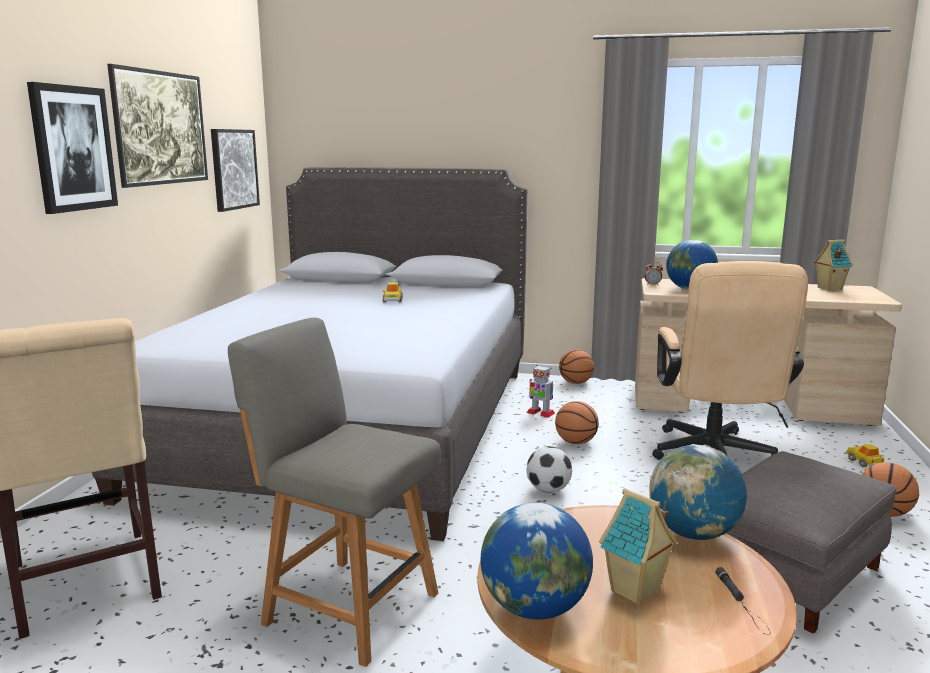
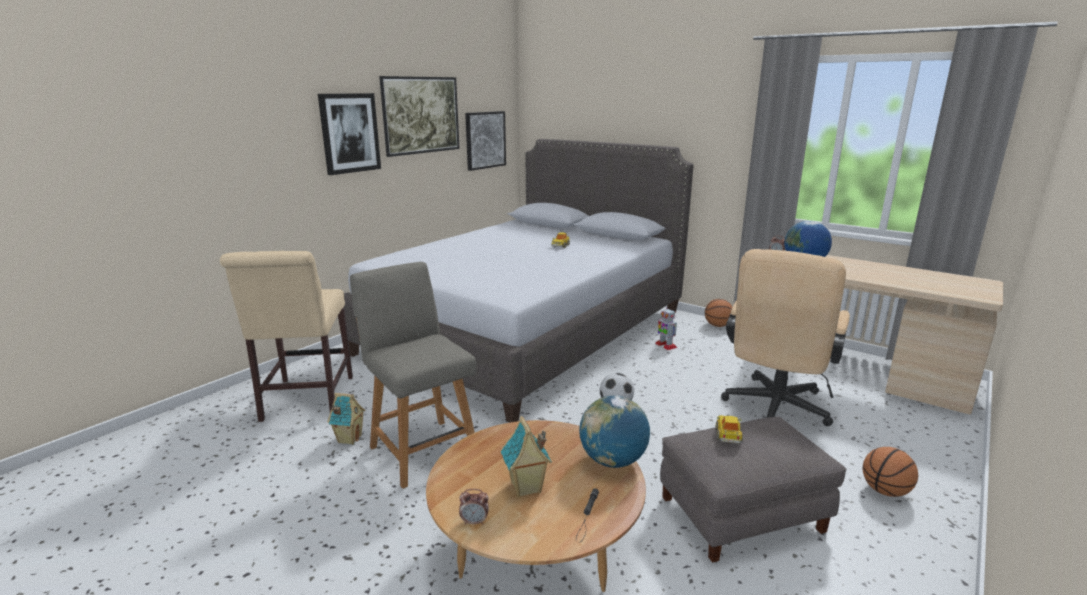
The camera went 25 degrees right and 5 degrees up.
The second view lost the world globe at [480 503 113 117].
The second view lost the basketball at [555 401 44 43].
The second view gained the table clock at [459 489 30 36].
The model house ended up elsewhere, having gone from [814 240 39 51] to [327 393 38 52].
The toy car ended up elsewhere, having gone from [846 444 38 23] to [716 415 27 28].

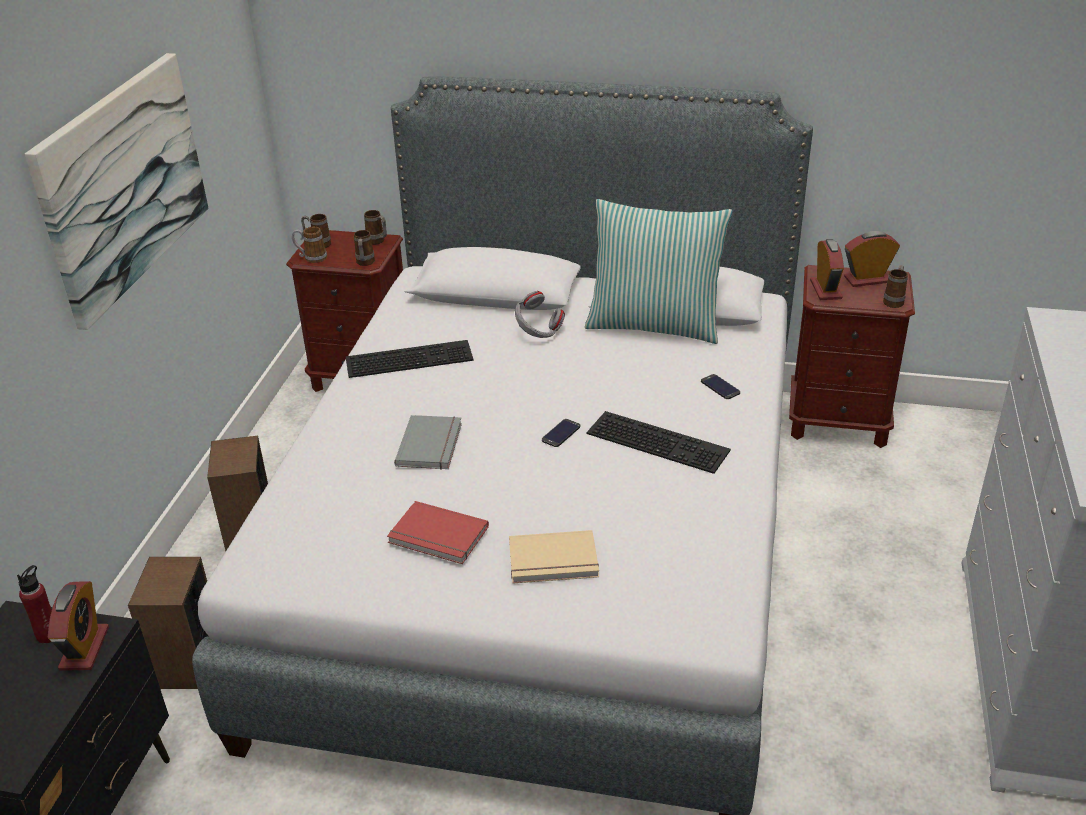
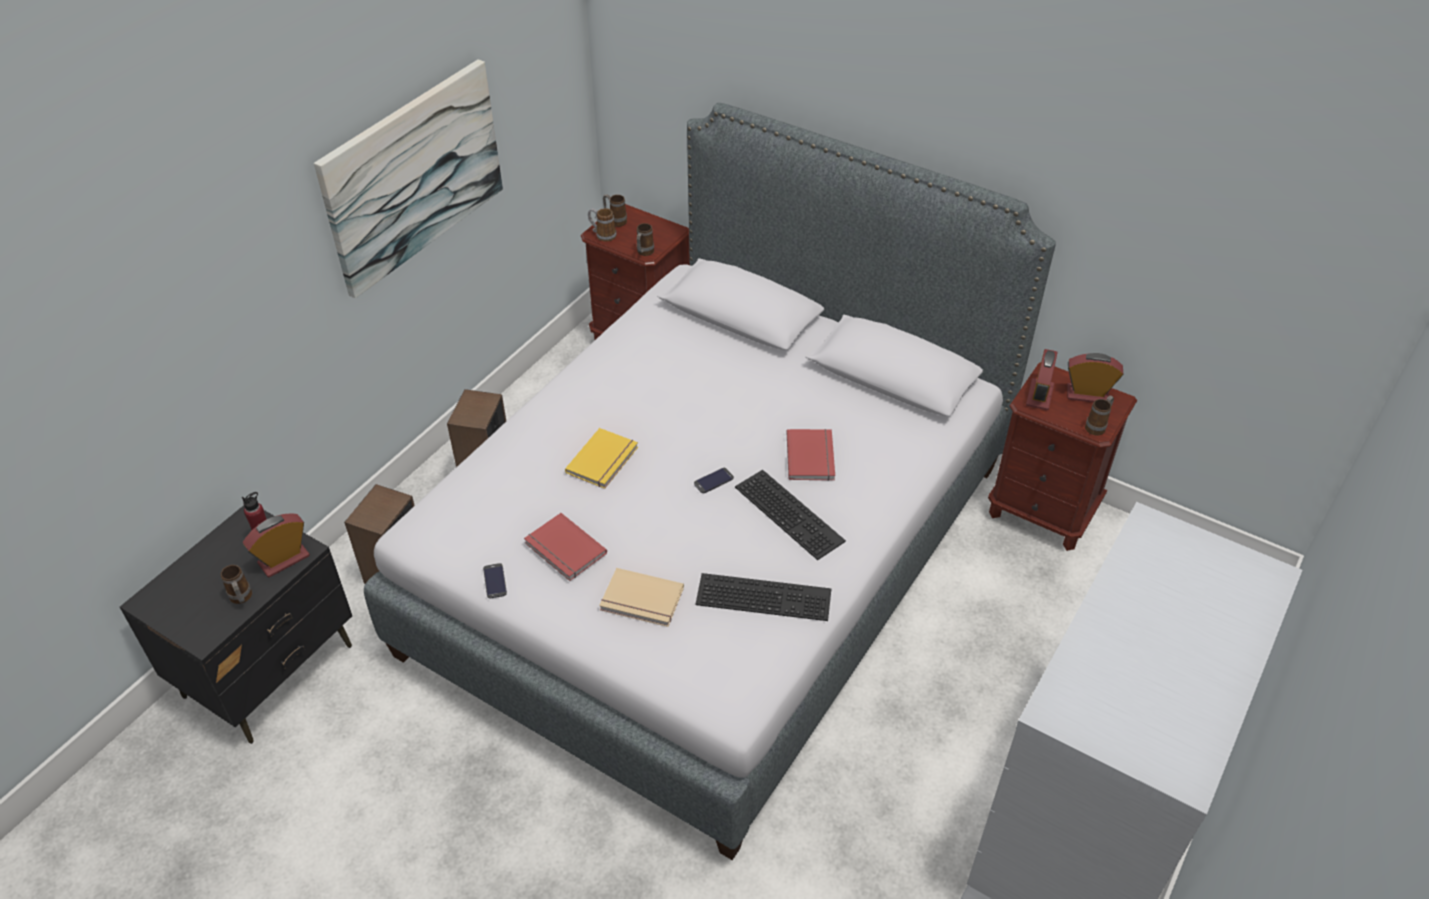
The camera went 20 degrees right and 10 degrees up.
The second view lost the headphones/greyish at [515 291 50 47].
The second view lost the pillow at [585 199 147 145].
The second view gained the book/red-coloured at [787 429 48 52].
The PC keyboard ended up elsewhere, having gone from [345 340 129 38] to [696 573 136 48].
The tea mug ended up elsewhere, having gone from [364 210 23 35] to [221 565 31 39].
The handset ended up elsewhere, having gone from [701 374 39 25] to [483 563 24 35].
What was the book/greyish at [394 415 68 55] turned into the book/yellow at [565 428 73 61].
The table clock at [48 581 61 90] ended up facing another way, 150 degrees counterclockwise from before.

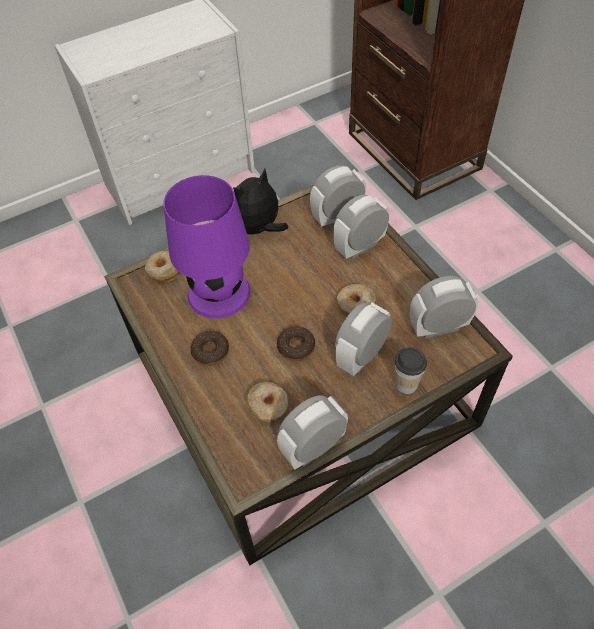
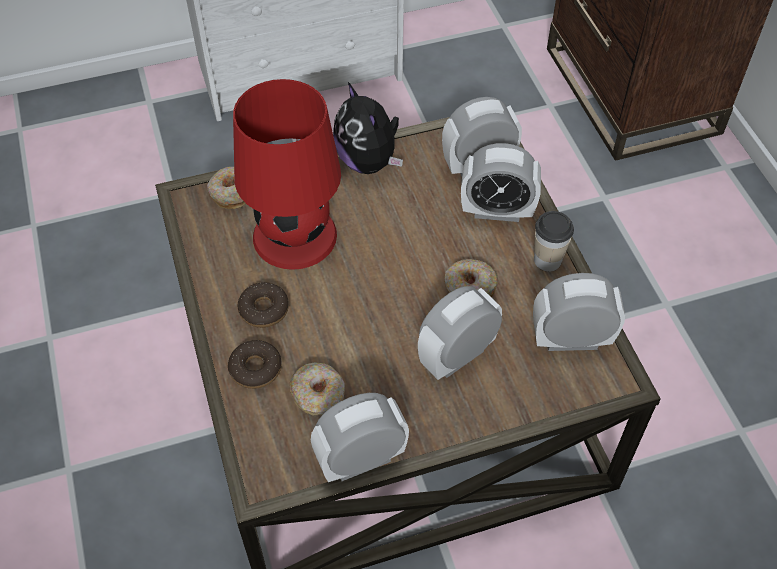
The camera went 10 degrees right and 0 degrees up.
The doughnut ended up elsewhere, having gone from [277 326 38 35] to [228 340 54 49].
The small cup ended up elsewhere, having gone from [395 347 32 47] to [534 211 40 61].
What was the tabletop lamp/purple-coloured at [163 175 87 144] turned into the tabletop lamp/red-coloured at [233 79 108 191].
The plush toy at [233 168 55 67] ended up facing another way, 90 degrees counterclockwise from before.
The table clock at [333 195 56 64] ended up facing another way, 150 degrees counterclockwise from before.

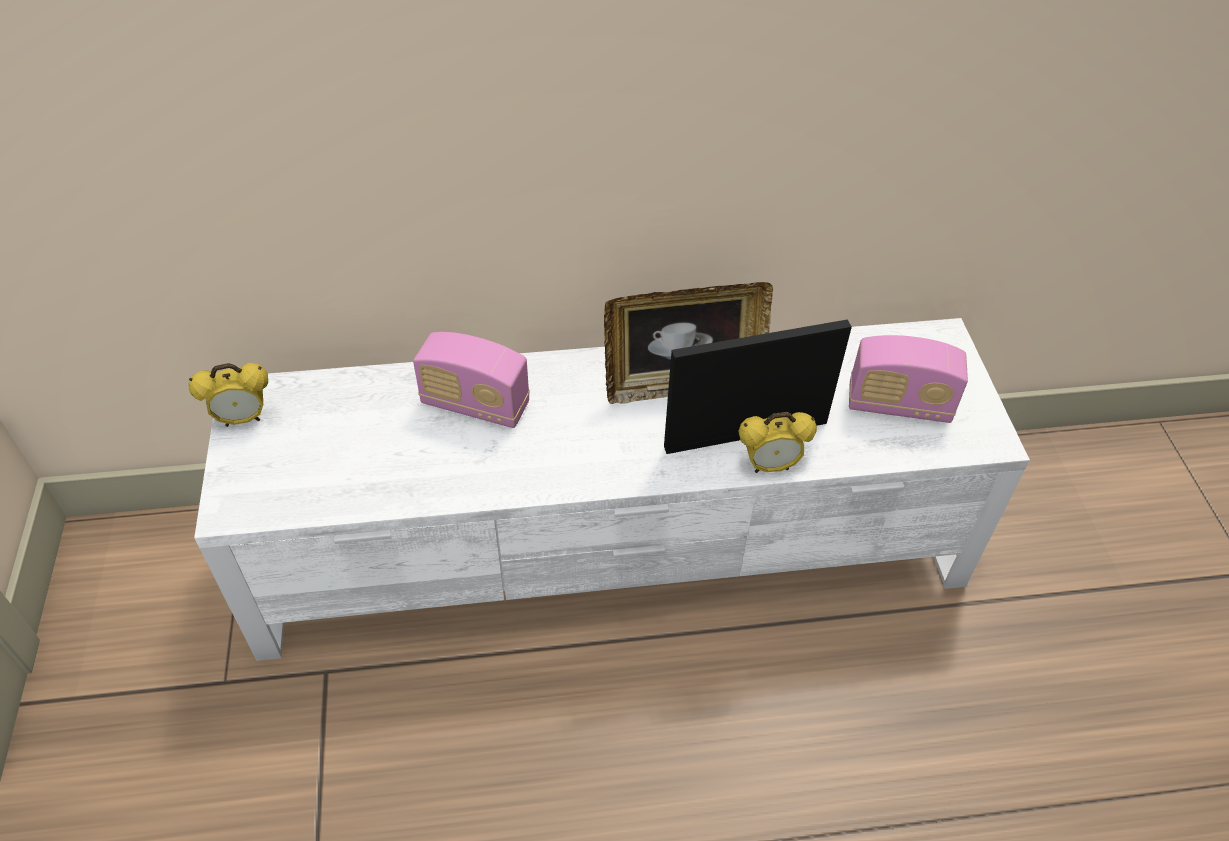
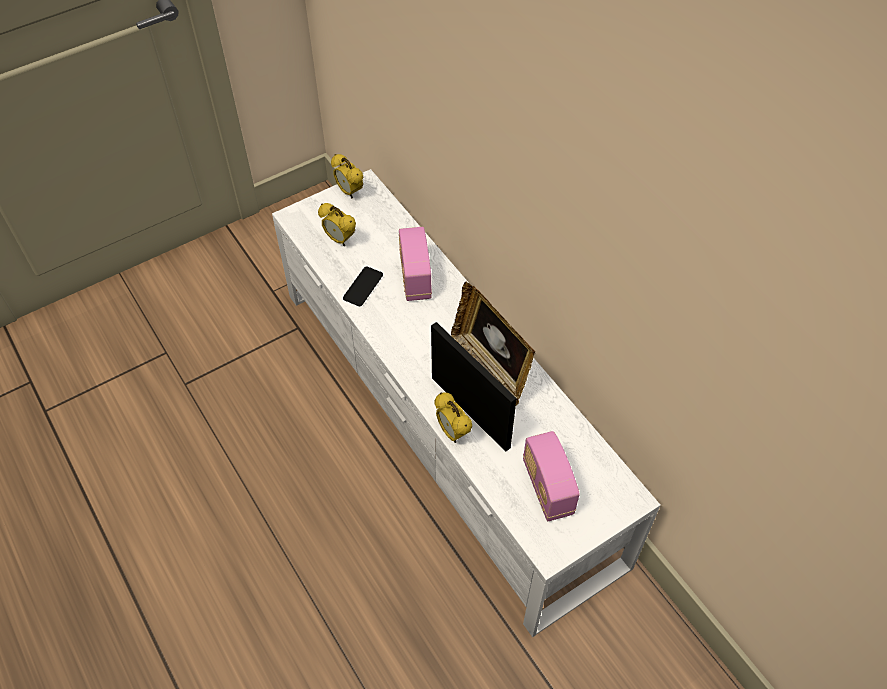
The camera went 65 degrees right and 5 degrees up.
The second view gained the table clock at [318 203 38 43].
The second view gained the handset at [343 266 40 40].

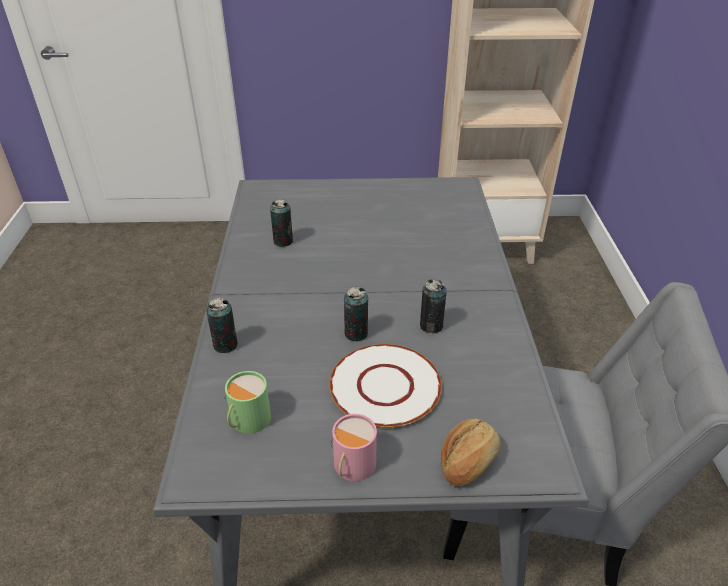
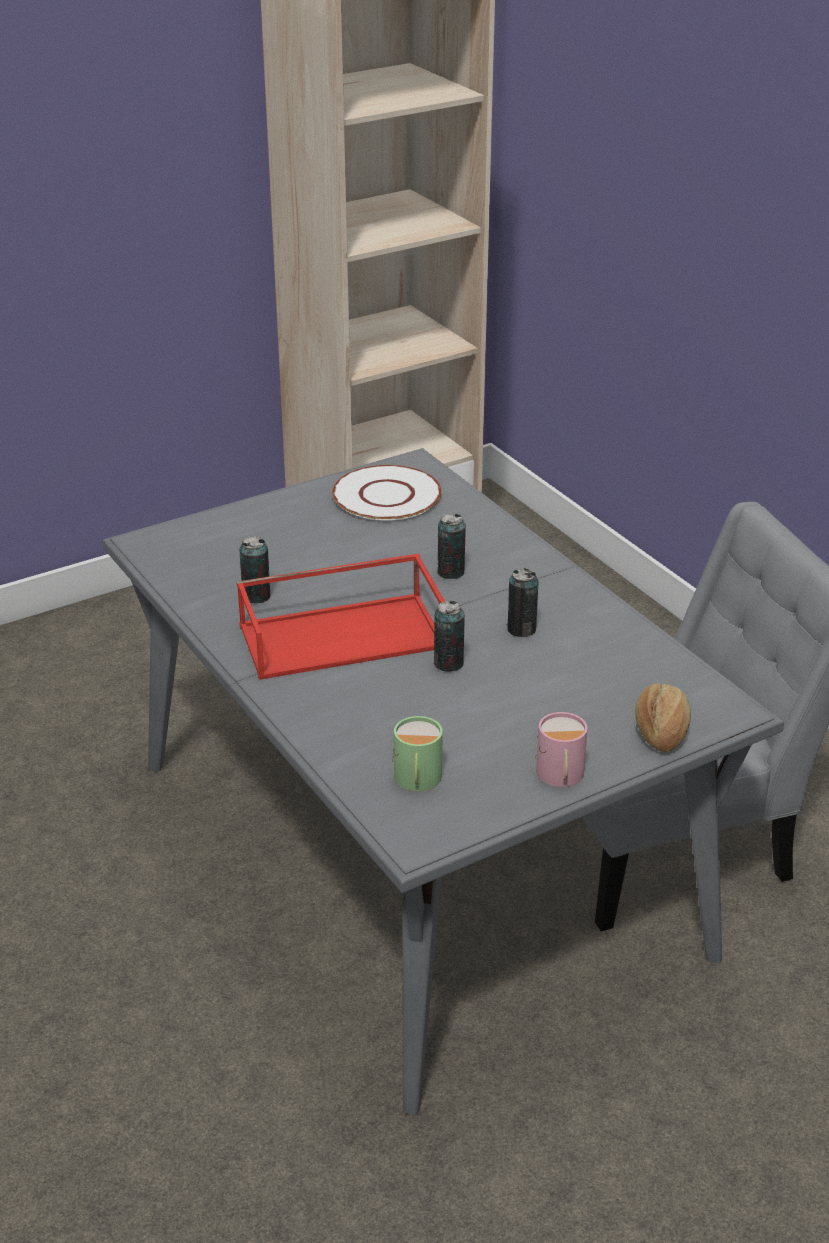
The camera went 30 degrees left and 5 degrees down.
The second view gained the tray/red-coloured at [237 554 208 126].
The sealed can ended up elsewhere, having gone from [206 298 32 55] to [437 514 29 65].
The dinner plate/whitish ended up elsewhere, having gone from [329 344 113 83] to [332 465 110 56].

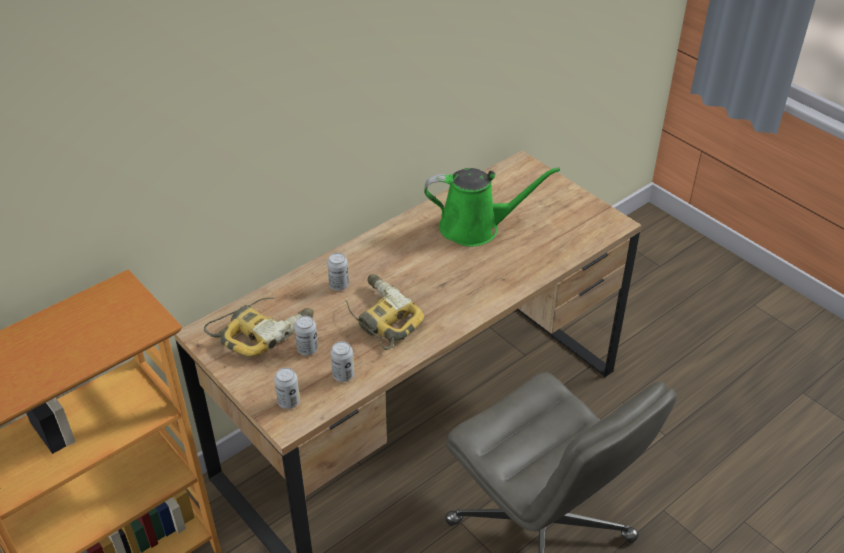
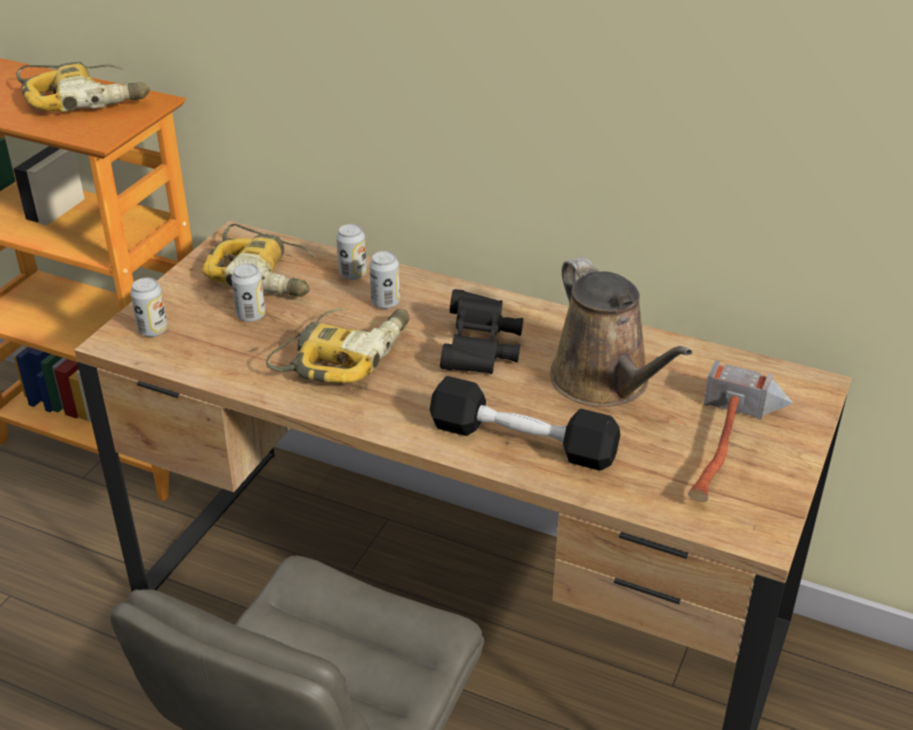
The camera went 65 degrees right and 5 degrees down.
The second view gained the drill at [16 62 134 50].
The second view gained the dumbbell/black-coloured at [430 376 190 95].
The second view gained the binoculars/black-coloured at [440 289 83 85].
The second view gained the hand hammer at [688 360 105 142].
The sealed can ended up elsewhere, having gone from [331 341 23 41] to [336 224 31 56].
What was the watering can/green at [424 167 136 80] turned into the watering can/brown-coloured at [550 257 142 150].

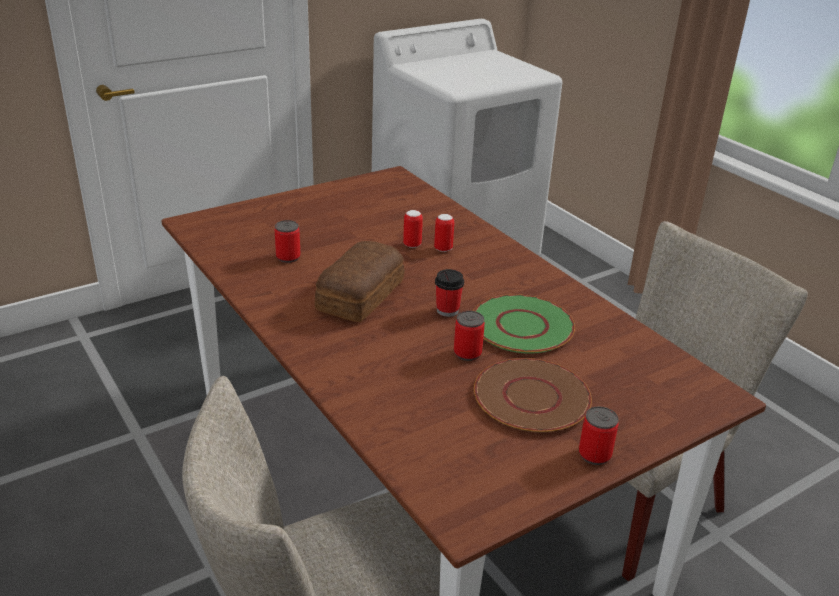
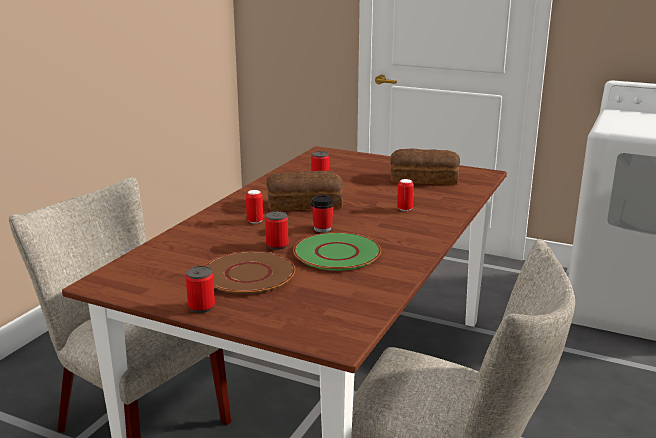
The camera went 60 degrees right and 10 degrees down.
The second view gained the bakery bread at [390 149 70 36].
The sealed can ended up elsewhere, having gone from [403 210 20 38] to [246 190 17 34].

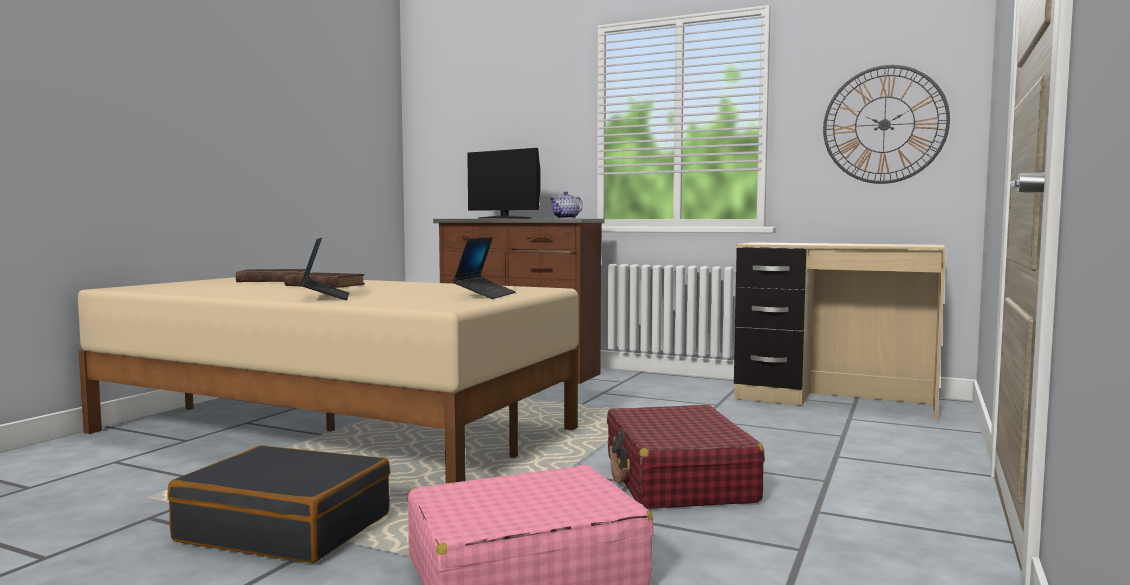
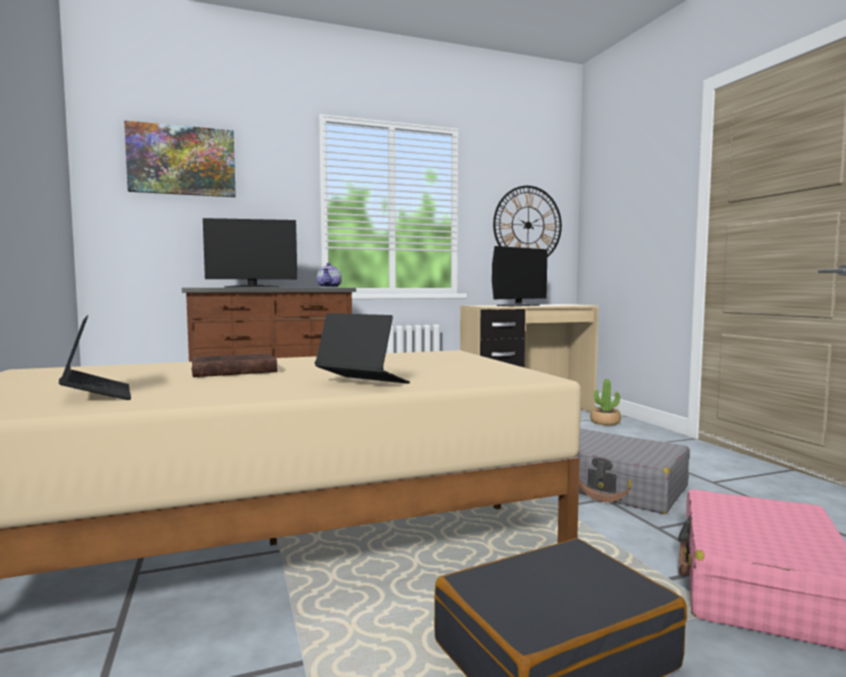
The camera went 45 degrees left and 0 degrees up.
The second view lost the book/brown-coloured at [236 269 70 13].
The second view gained the wall art at [124 120 112 77].
The second view gained the computer display at [492 246 56 60].
The second view gained the plant in a pot at [590 379 31 47].
The portable computer ended up elsewhere, having gone from [453 237 63 62] to [59 315 72 85].
What was the piece of luggage/red-coloured at [607 405 158 104] turned into the piece of luggage/greyish at [576 428 114 86].

